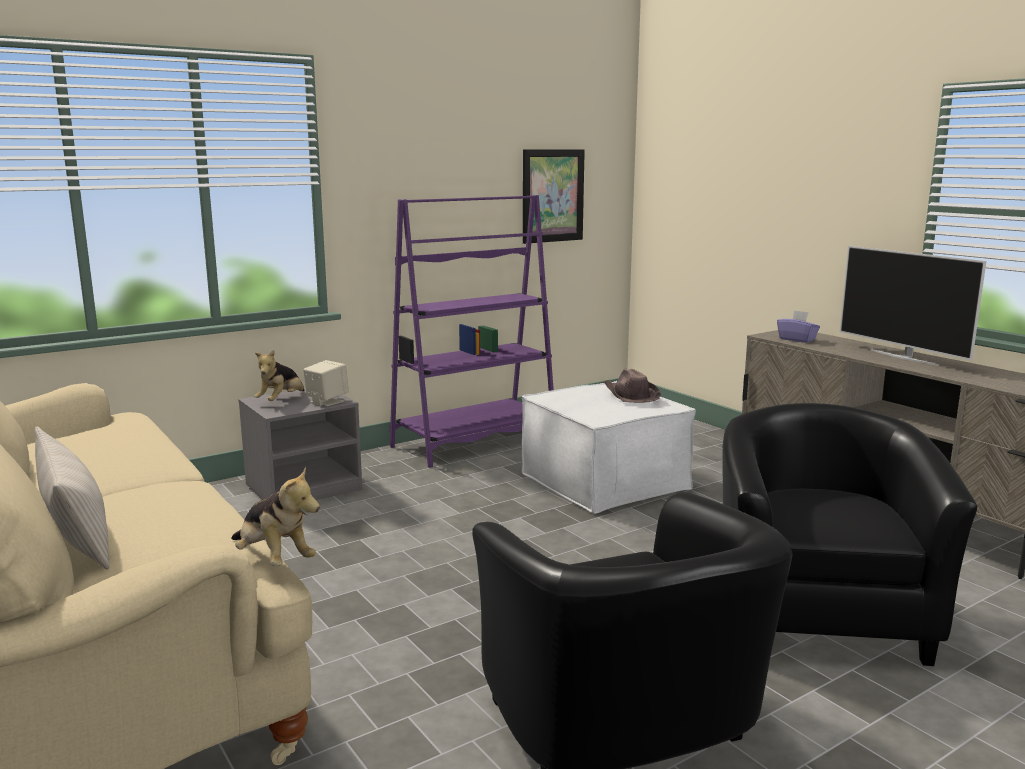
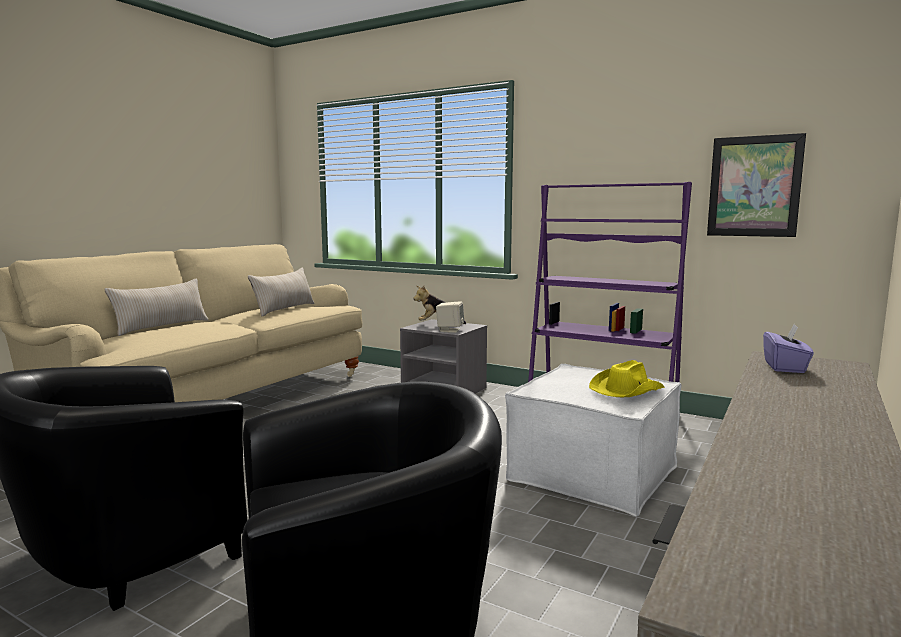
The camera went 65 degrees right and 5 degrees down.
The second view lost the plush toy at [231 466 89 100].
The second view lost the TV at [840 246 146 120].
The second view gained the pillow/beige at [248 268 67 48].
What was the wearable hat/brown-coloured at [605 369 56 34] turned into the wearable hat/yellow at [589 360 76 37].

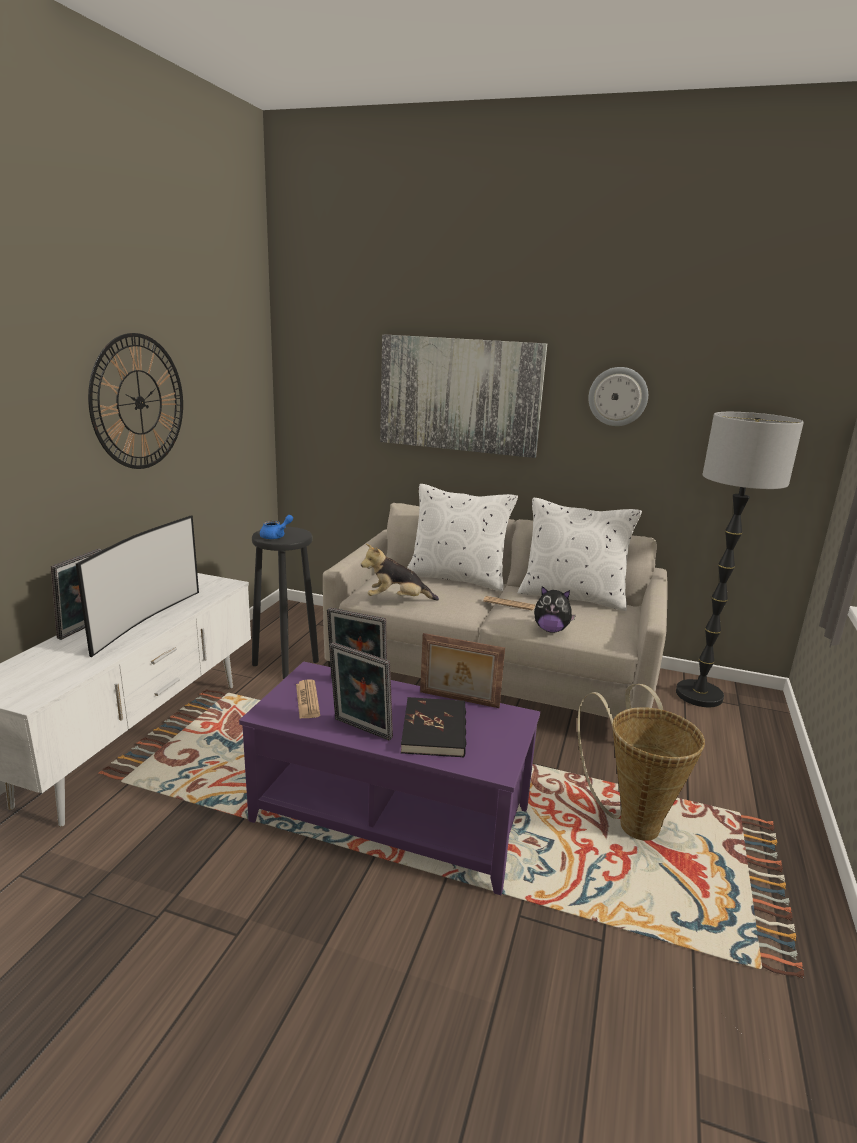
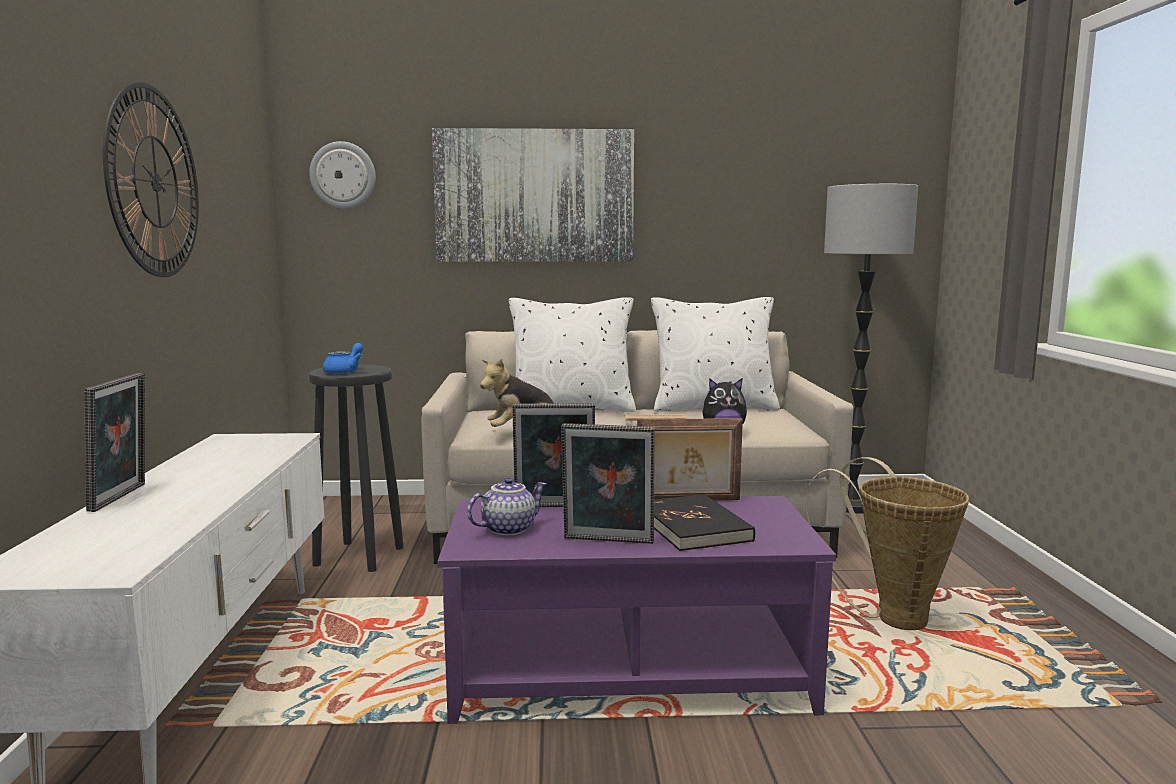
The camera went 20 degrees left and 10 degrees down.
The second view lost the TV at [76 516 123 141].
The hanging clock ended up elsewhere, having gone from [588 367 60 59] to [309 141 67 68].
Where the newspaper stood at [296 679 24 39], the teapot came to stand at [467 477 80 59].

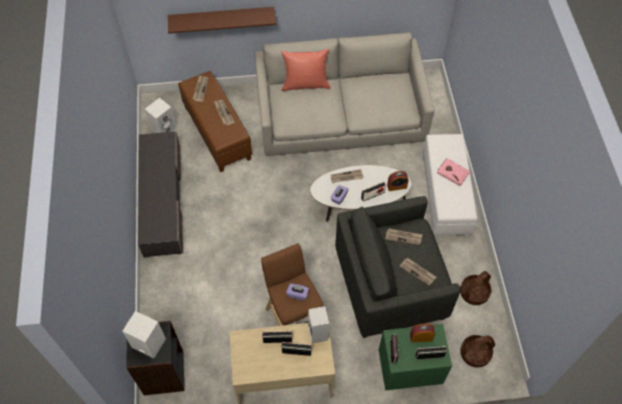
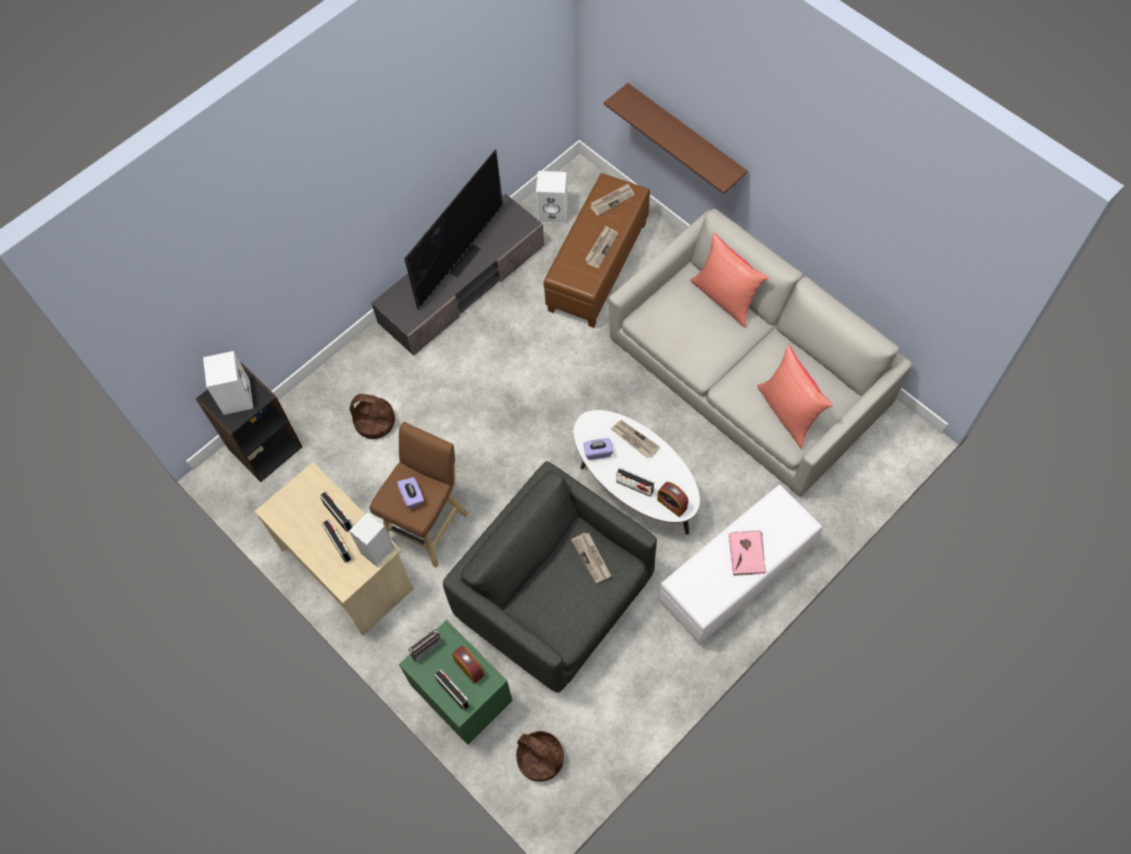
The camera went 55 degrees right and 5 degrees up.
The second view lost the newspaper at [399 258 37 27].
The second view gained the TV at [404 149 99 160].
The second view gained the pillow/red-coloured at [757 345 76 103].
The storage basket ended up elsewhere, having gone from [460 271 32 34] to [350 394 45 45].

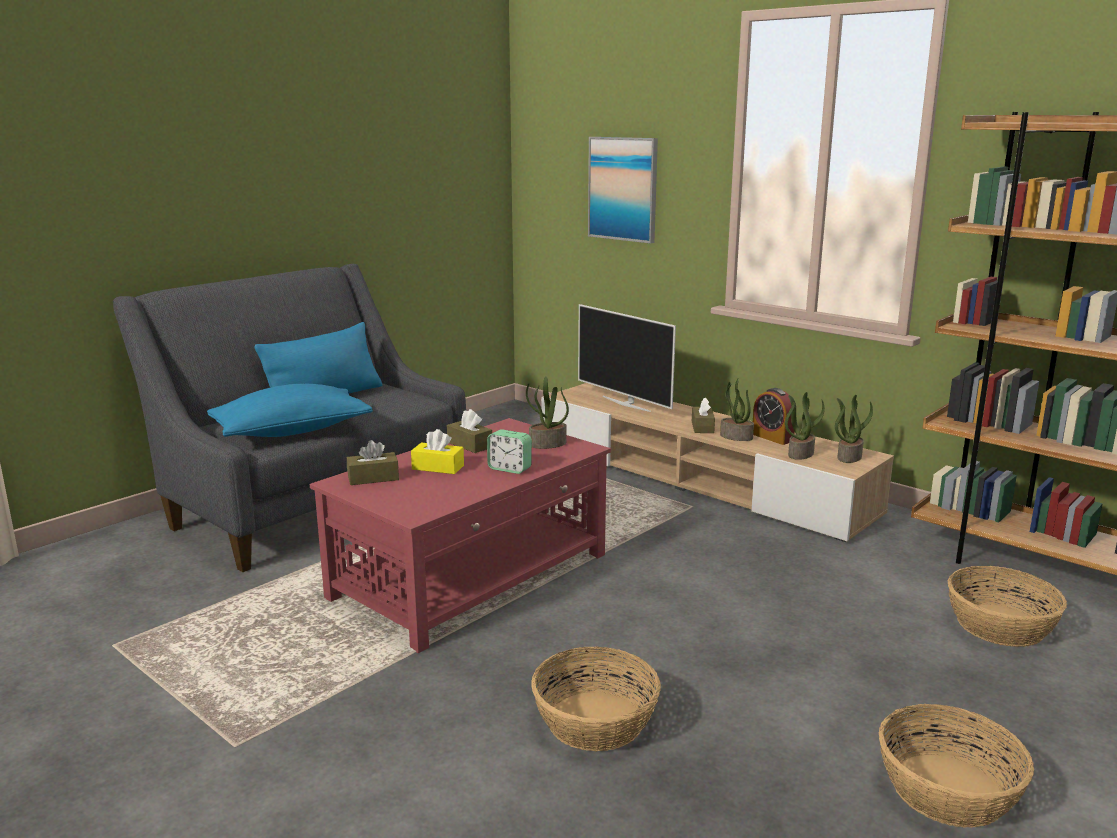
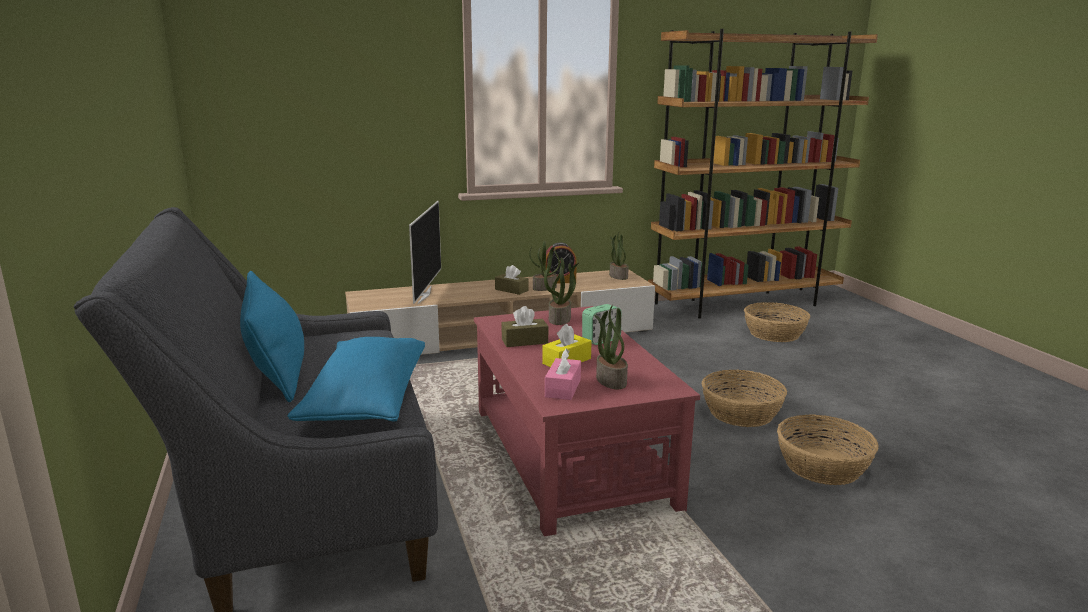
The camera went 60 degrees left and 0 degrees up.
The second view lost the wall art at [588 137 70 106].
The plant in a pot ended up elsewhere, having gone from [785 392 40 68] to [594 305 34 84].
The storage basket ended up elsewhere, having gone from [879 704 155 124] to [702 370 85 57].
What was the box of tissues/brown-coloured at [347 440 52 45] turned into the box of tissues/pink-coloured at [545 349 36 51].
The TV at [578 304 98 108] ended up facing another way, 75 degrees counterclockwise from before.

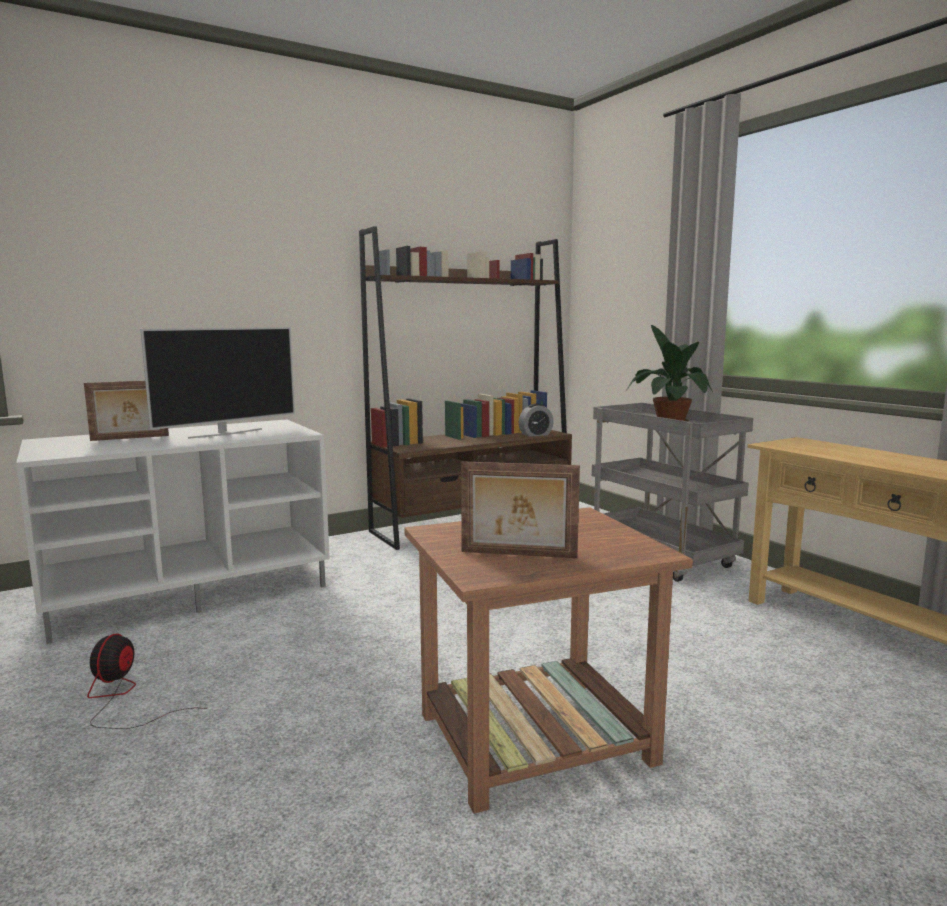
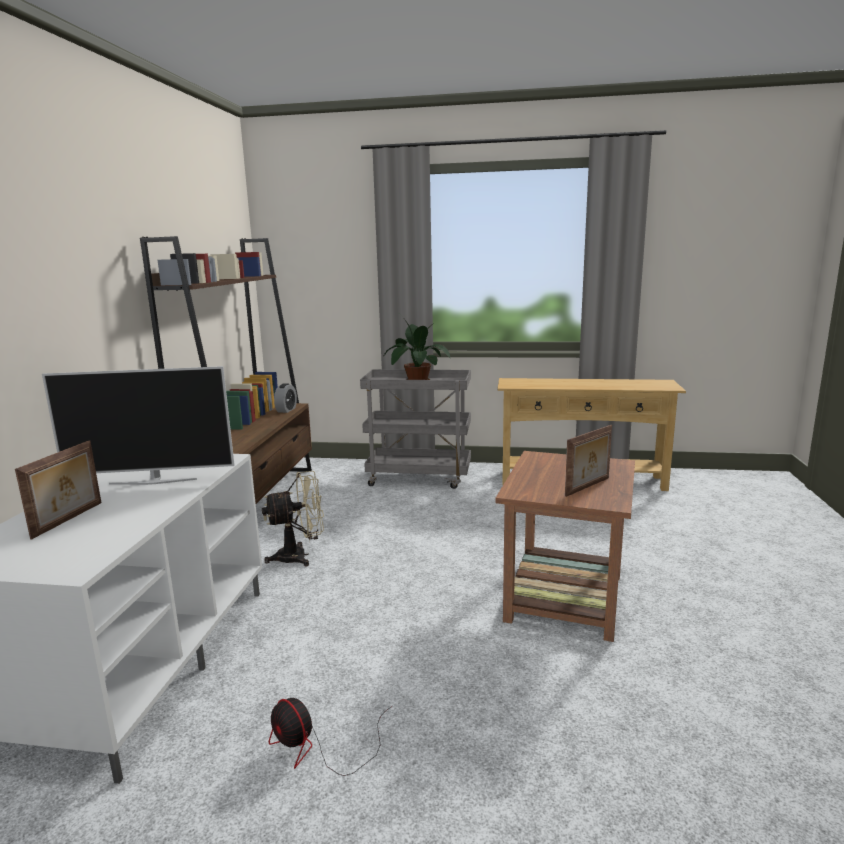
The camera went 50 degrees left and 5 degrees up.
The second view gained the electric fan/beige at [262 471 62 95].
The TV at [140 327 155 112] ended up facing another way, 90 degrees clockwise from before.

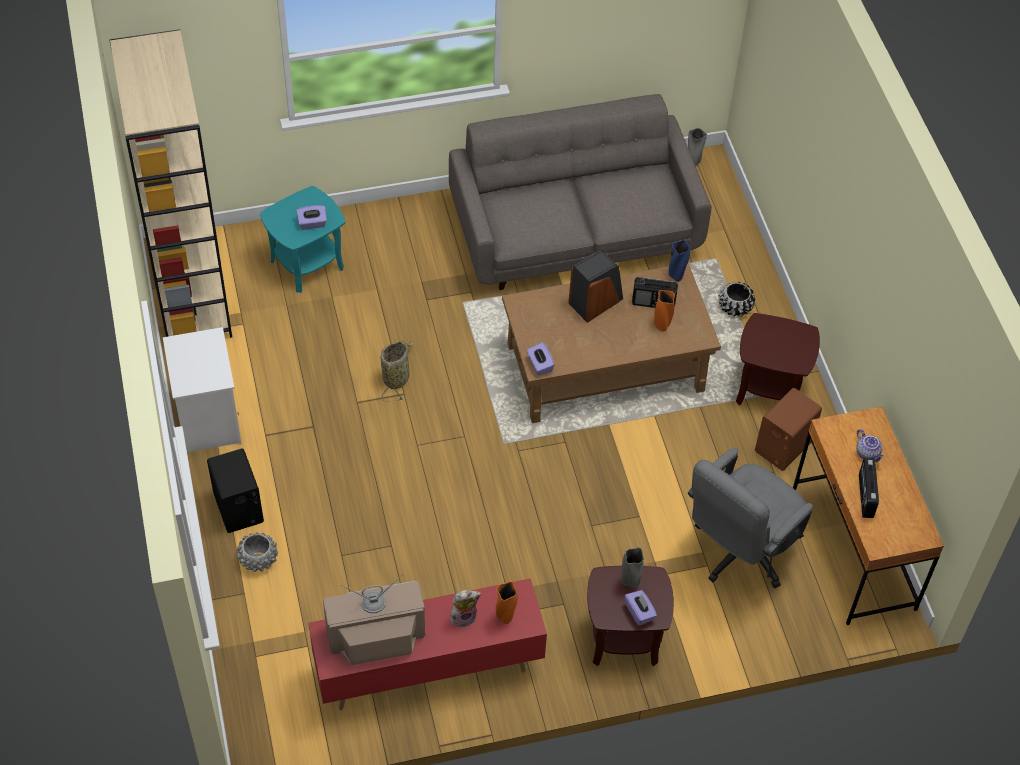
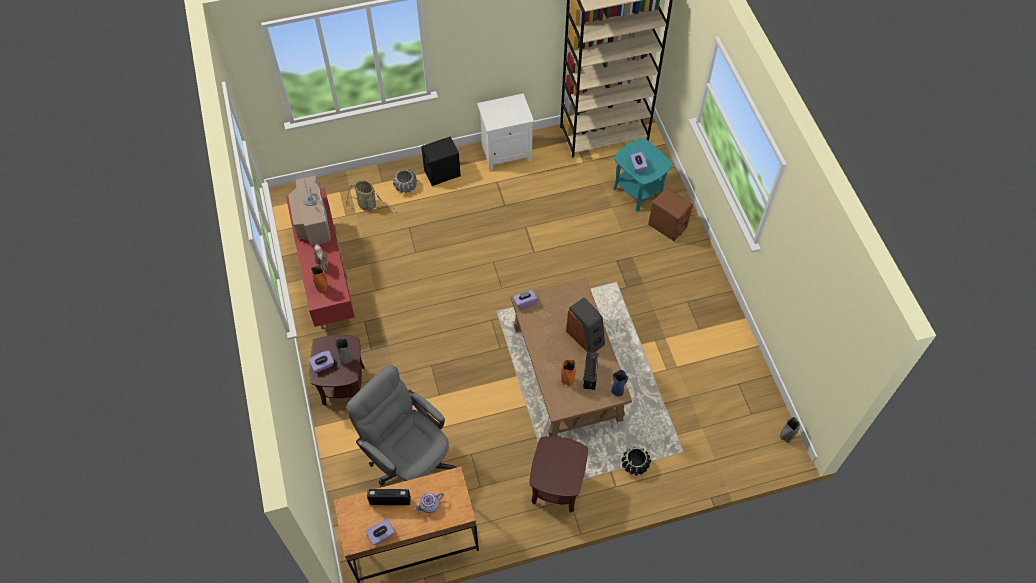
The camera went 90 degrees right and 5 degrees up.
The second view lost the sofa/greyish at [449 94 262 196].
The second view gained the box of tissues/purple-coloured at [366 519 29 26].
The storage basket ended up elsewhere, having gone from [381 341 33 61] to [346 181 48 30].
The speaker/brown-coloured ended up elsewhere, having gone from [755 388 67 83] to [648 188 45 53].

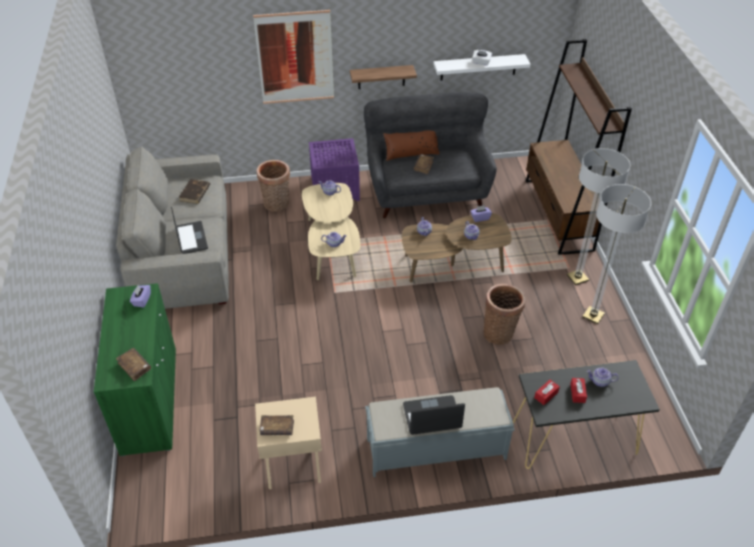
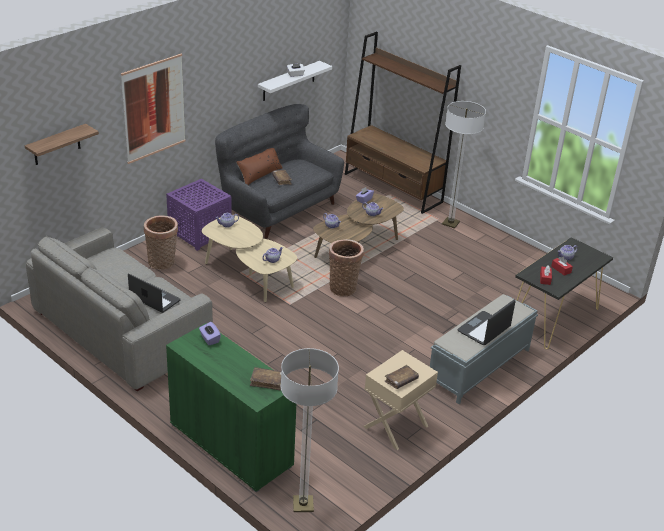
The camera went 40 degrees left and 10 degrees down.
The second view lost the book/brown-coloured at [178 179 32 25].
The bracket shelf ended up elsewhere, having gone from [350 65 67 24] to [25 124 74 41].
The storage basket ended up elsewhere, having gone from [484 284 42 61] to [329 239 35 58].
The standing lamp ended up elsewhere, having gone from [582 184 69 140] to [281 348 58 164].

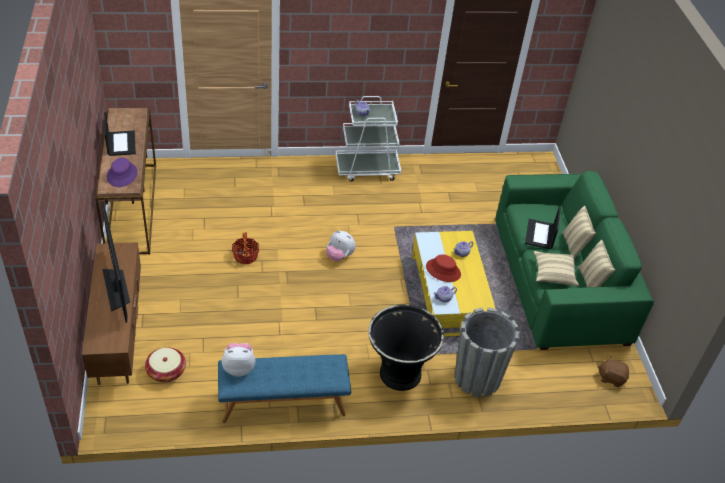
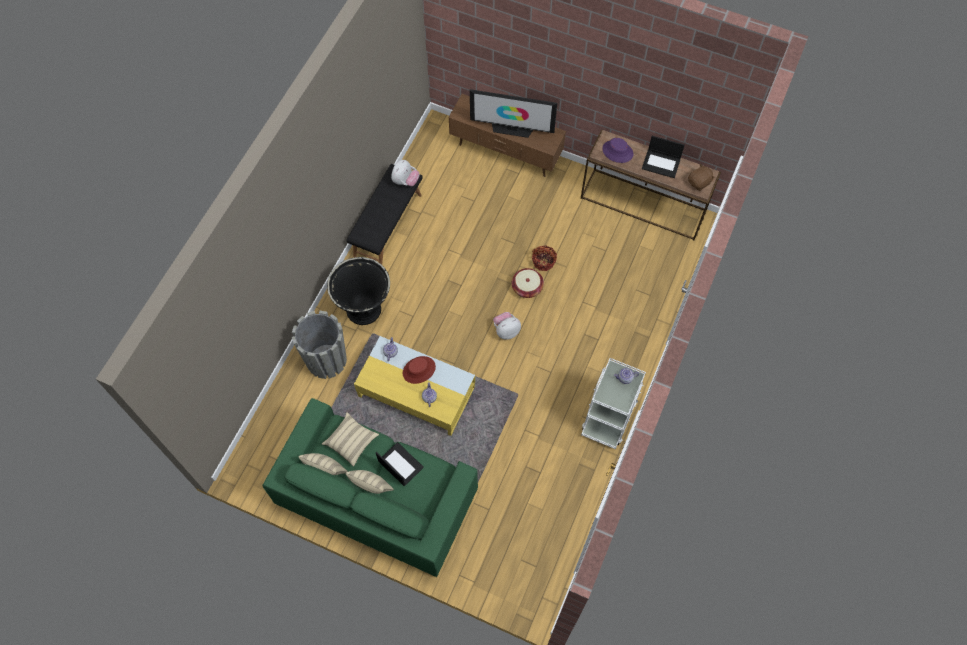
The camera went 125 degrees right and 20 degrees up.
The storage basket ended up elsewhere, having gone from [145 347 41 36] to [512 268 32 30].
The plush toy/brown-coloured ended up elsewhere, having gone from [597 356 32 31] to [688 164 27 27].
What was the indoor bench/bluish at [218 354 133 69] turned into the indoor bench/black-coloured at [346 164 77 101].

